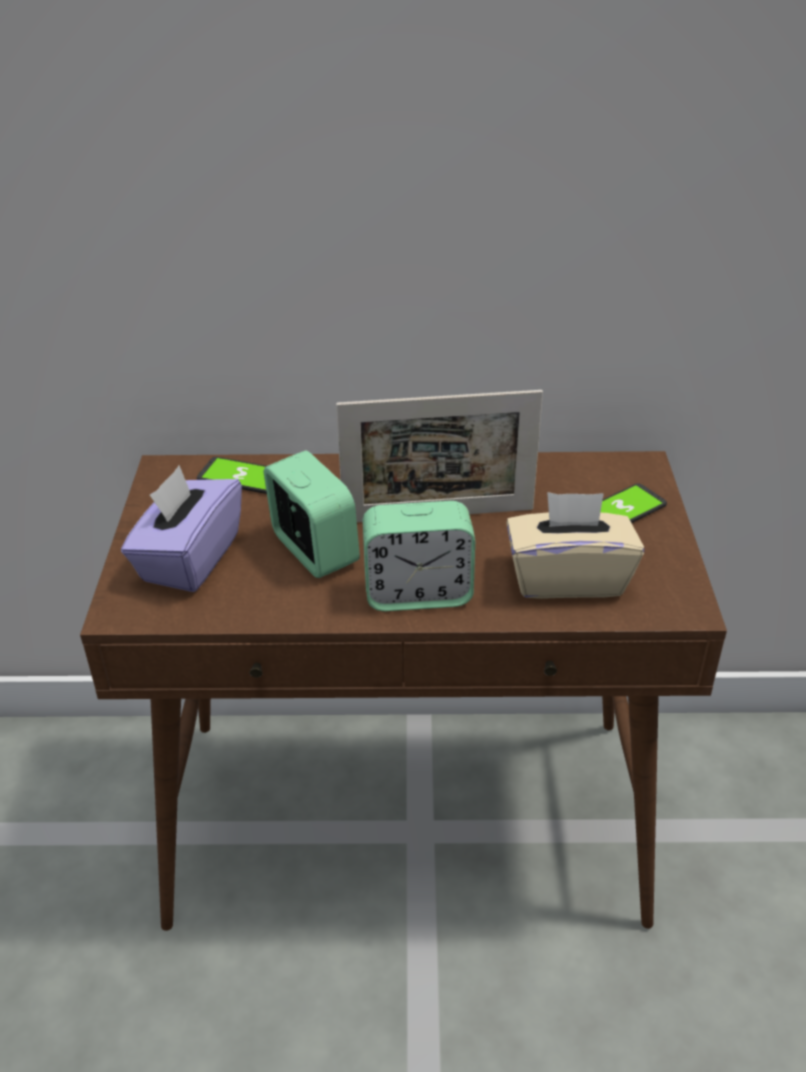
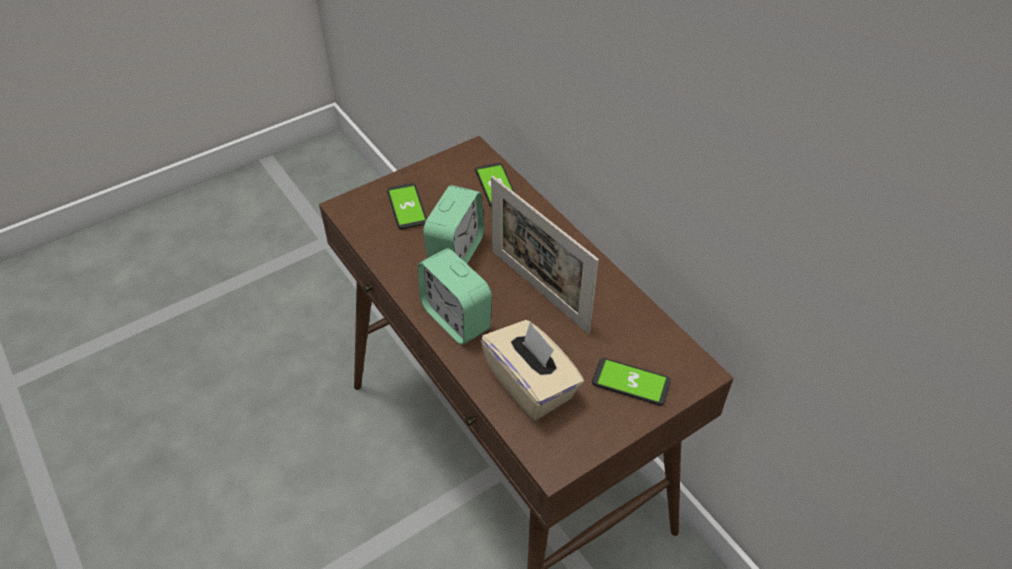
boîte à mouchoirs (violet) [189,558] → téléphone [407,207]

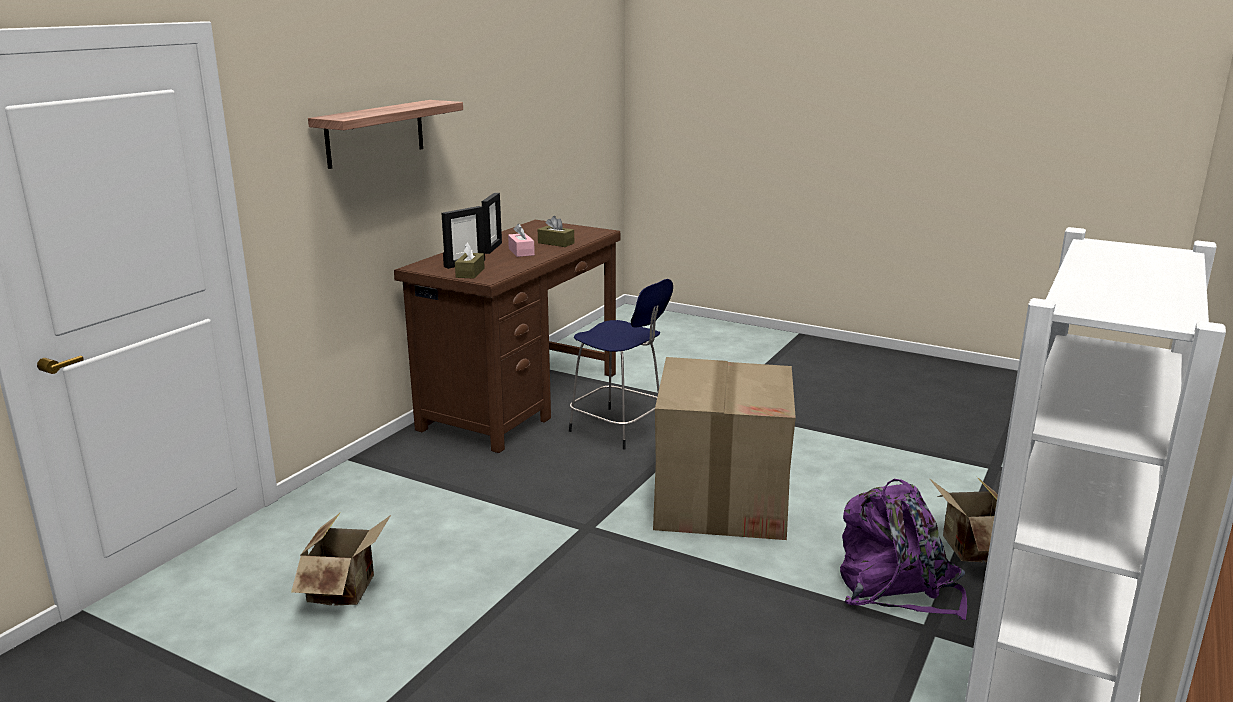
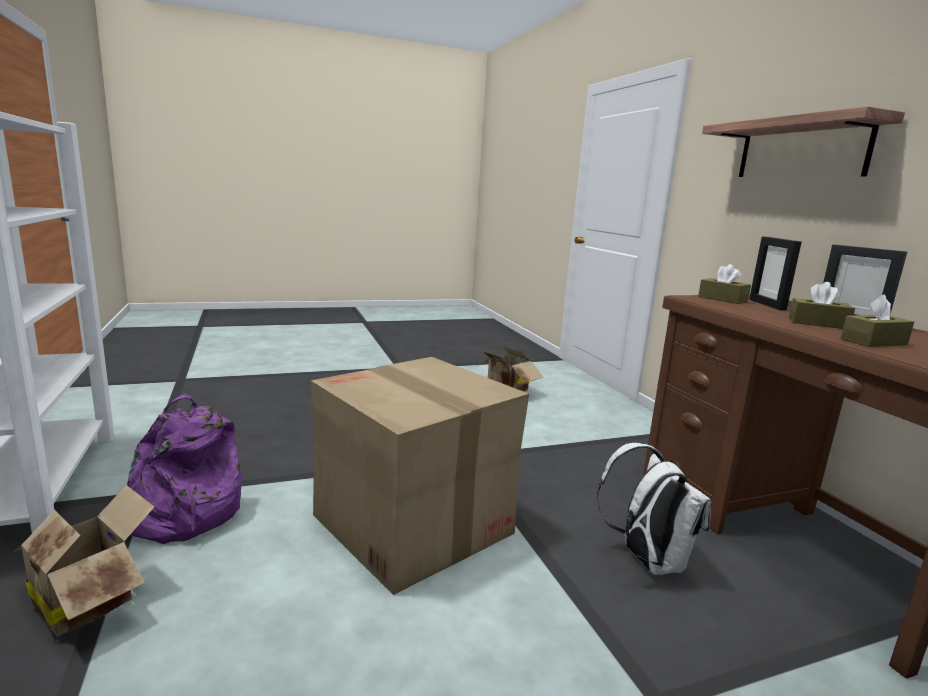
tabouret (bleu) [619,429] → sac à dos (blanc) [646,560]
boîte à mouchoirs (rose) [521,252] → boîte à mouchoirs (marron) [818,323]

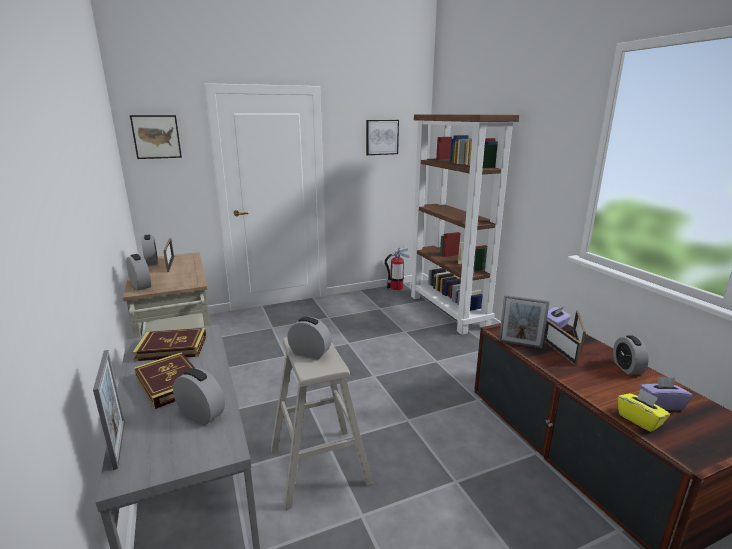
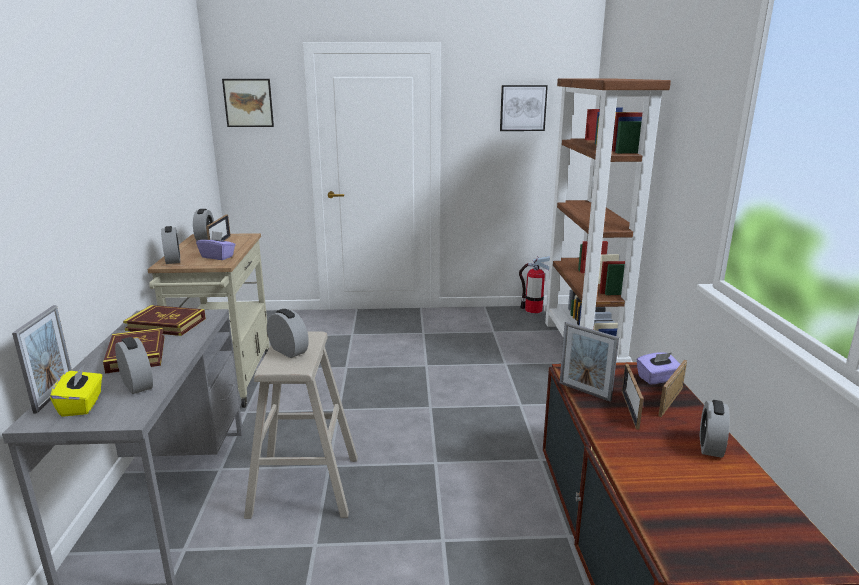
boîte à mouchoirs (jaune) [639,420] → boîte à mouchoirs (jaune) [82,405], relocated
boîte à mouchoirs (violet) [661,404] → boîte à mouchoirs (violet) [217,257], relocated

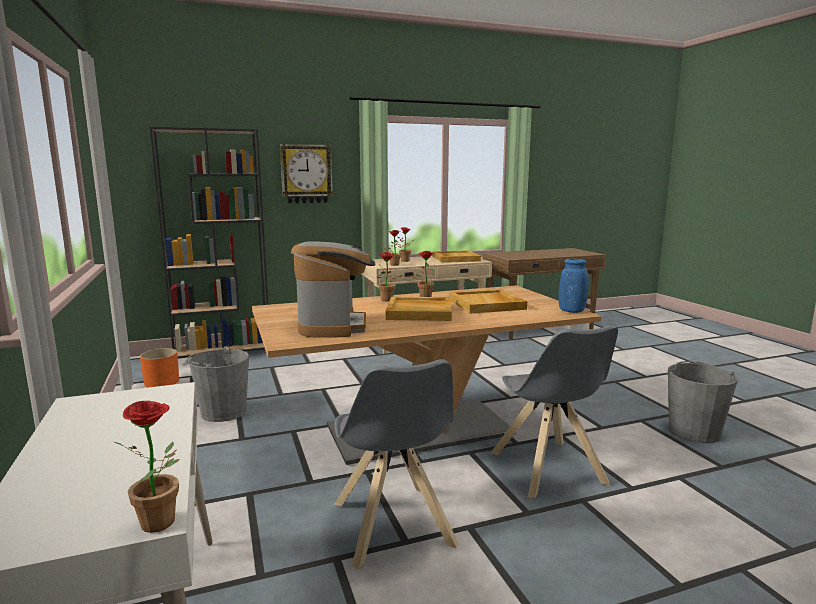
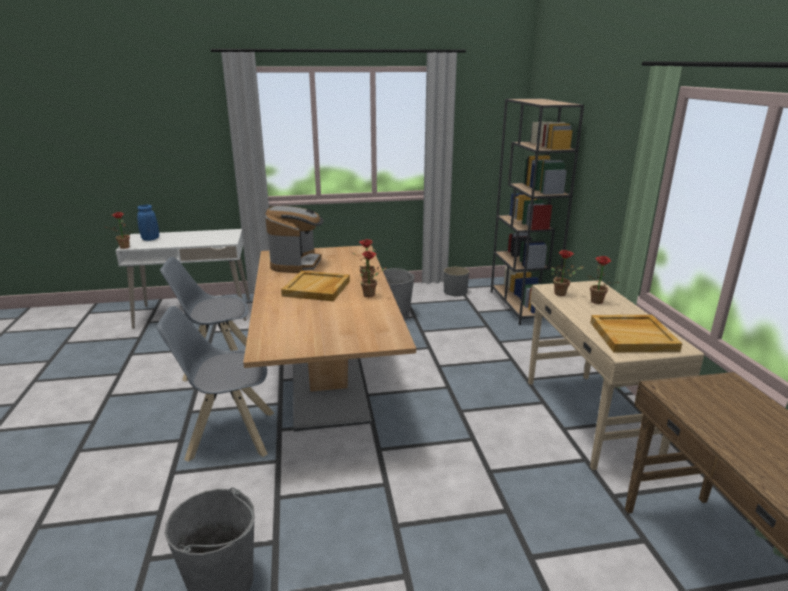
horloge murale [306,174] → -
plateau (beige) [487,304] → -
vase (bleu) [571,311] → vase (bleu) [150,239], relocated
cache-pot (orange) [162,382] → cache-pot (gris) [455,291]
machine à café [334,326] → machine à café [297,263], 90 degrees counterclockwise

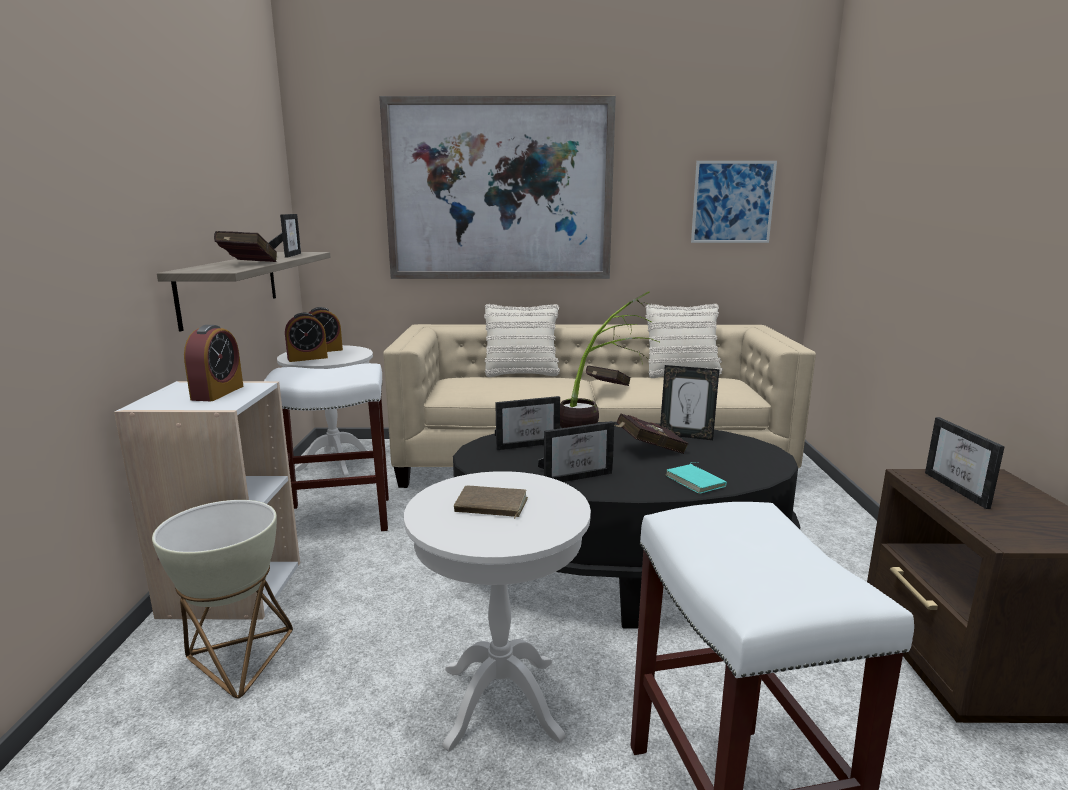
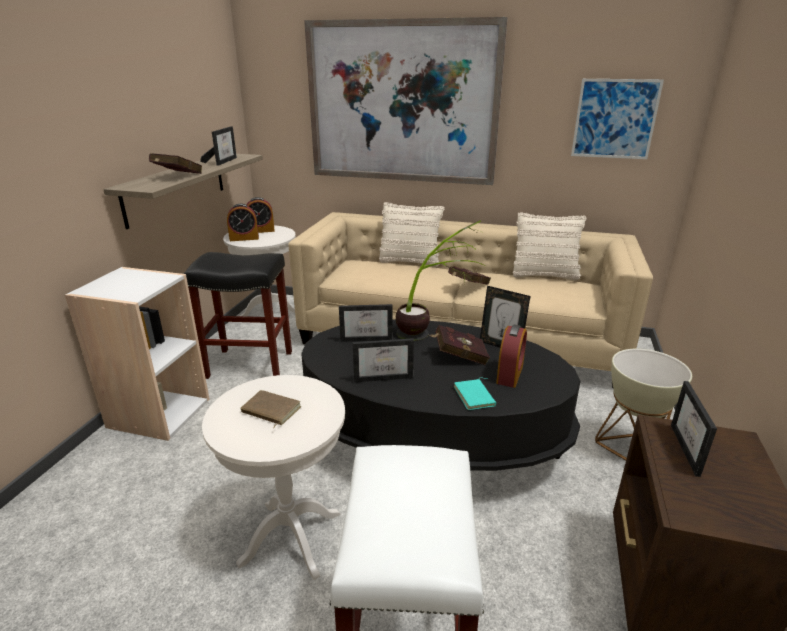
cache-pot [238,659] → cache-pot [630,449], relocated
réveil [217,393] → réveil [510,374], relocated
tabouret (blanc) [339,517] → tabouret (noir) [251,364]

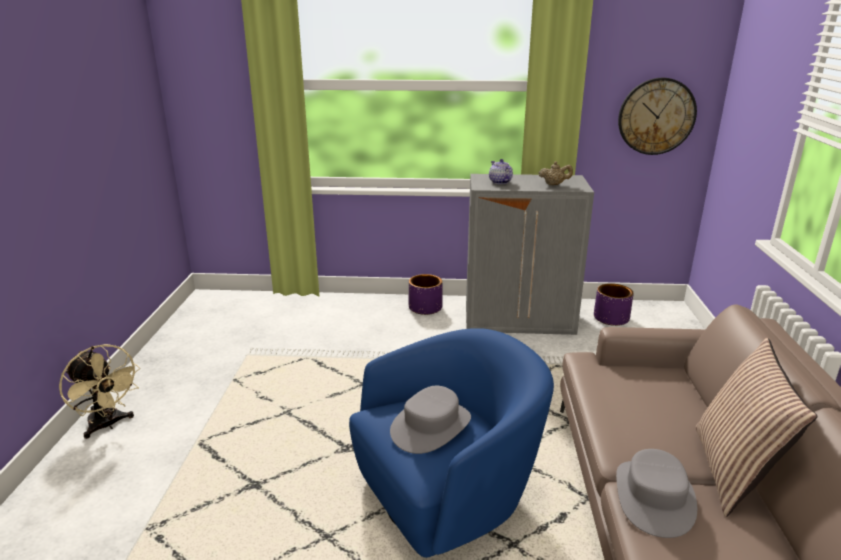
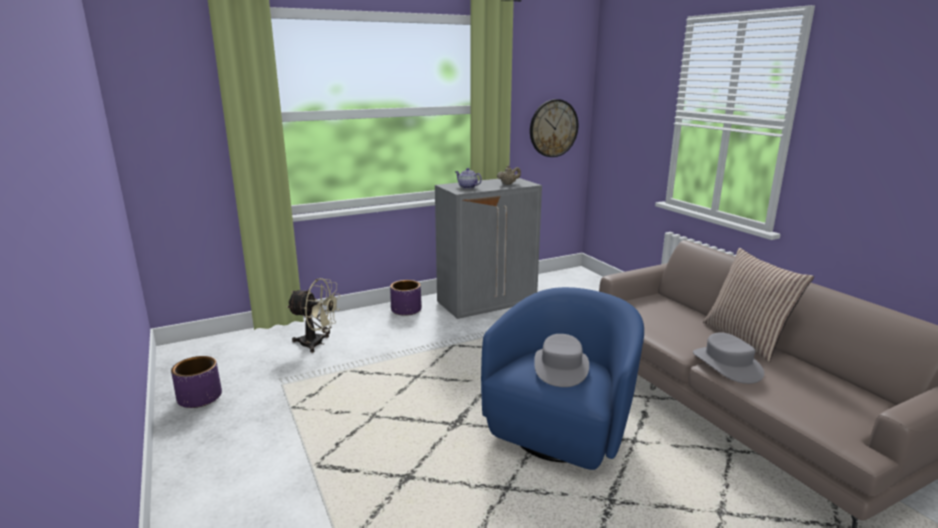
ventilateur (beige) [108,425] → ventilateur (beige) [317,343], relocated
cache-pot (violet) [611,318] → cache-pot (violet) [200,397], relocated

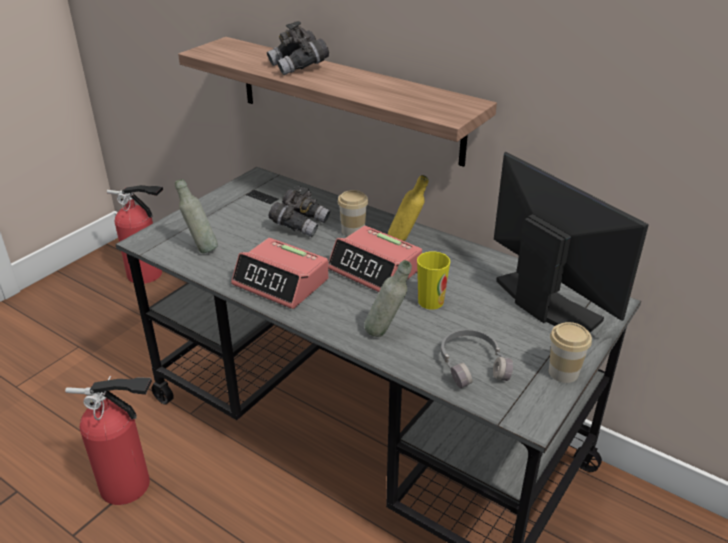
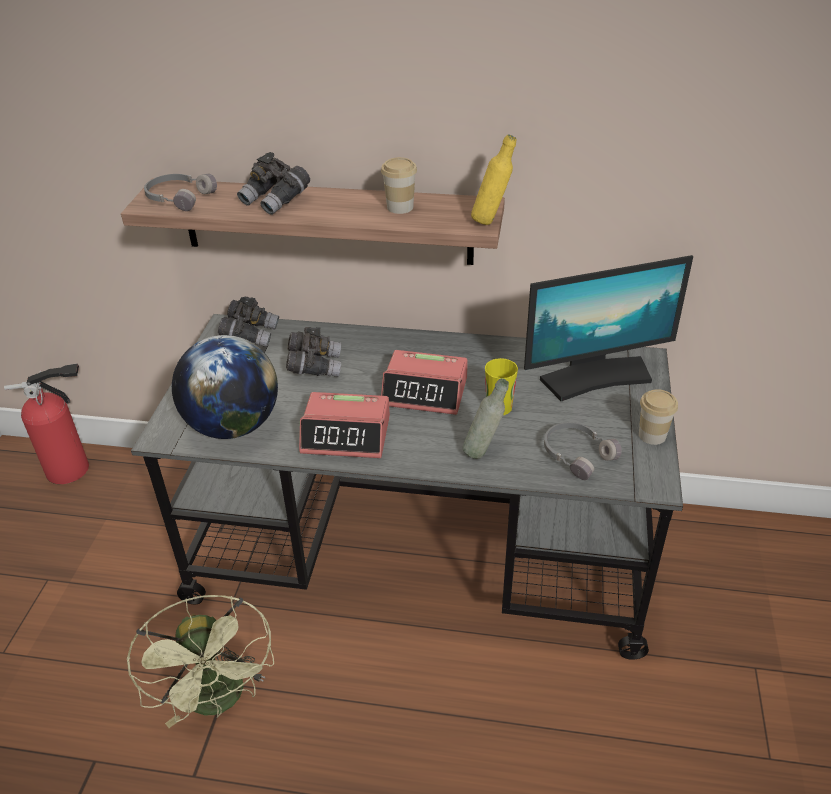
- → casque audio (gris) [179,198]
- → jumelles (gris) [250,335]
tasse [353,231] → tasse [400,207], relocated
bouteille (jaune) [406,241] → bouteille (jaune) [491,221], relocated
extincteur [130,485] → ventilateur (vert) [220,701]
bouteille (gris) [201,249] → globe [233,426]
écran d'ordinateur [545,304] → écran d'ordinateur [596,377], 135 degrees clockwise

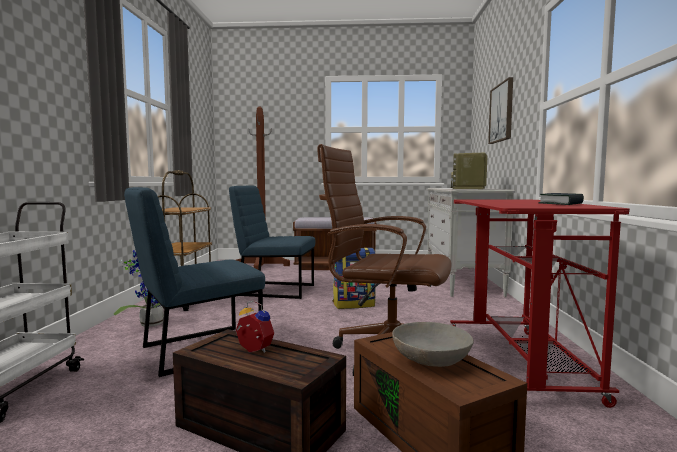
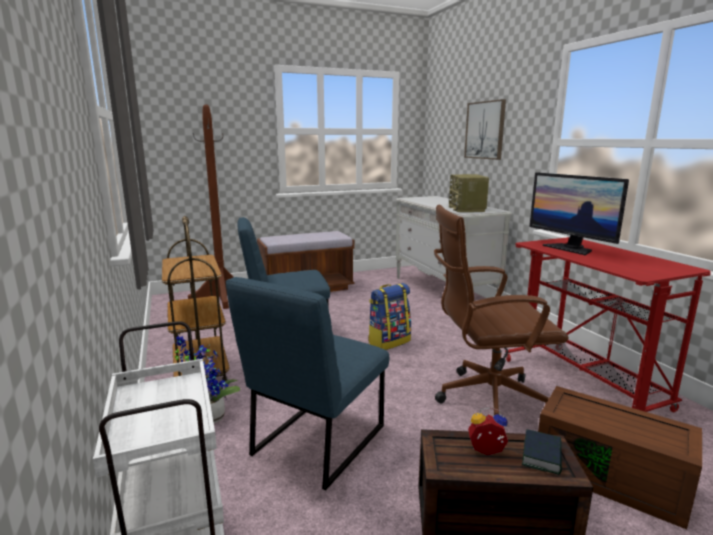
bol (gris) [431,359] → -
- → écran d'ordinateur [570,248]
livre [561,203] → livre [542,456], relocated

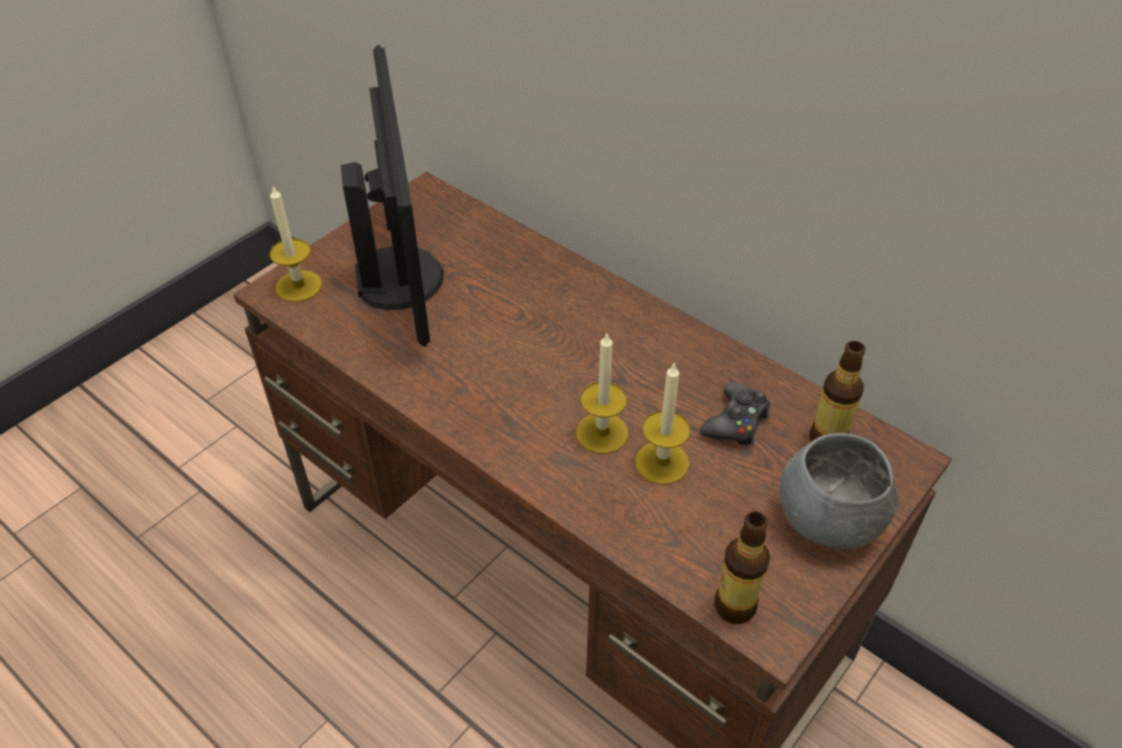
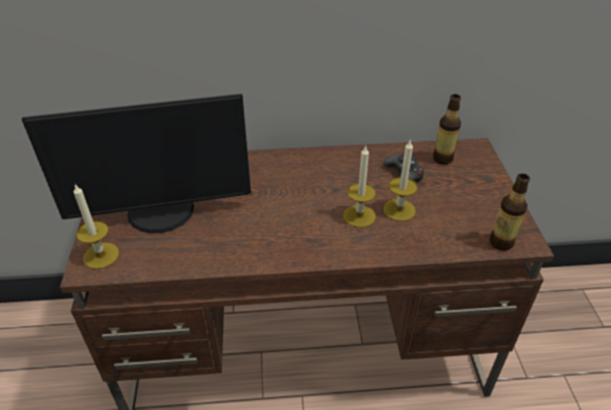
bol (gris) [829,520] → -
écran d'ordinateur [403,277] → écran d'ordinateur [161,213], 135 degrees clockwise

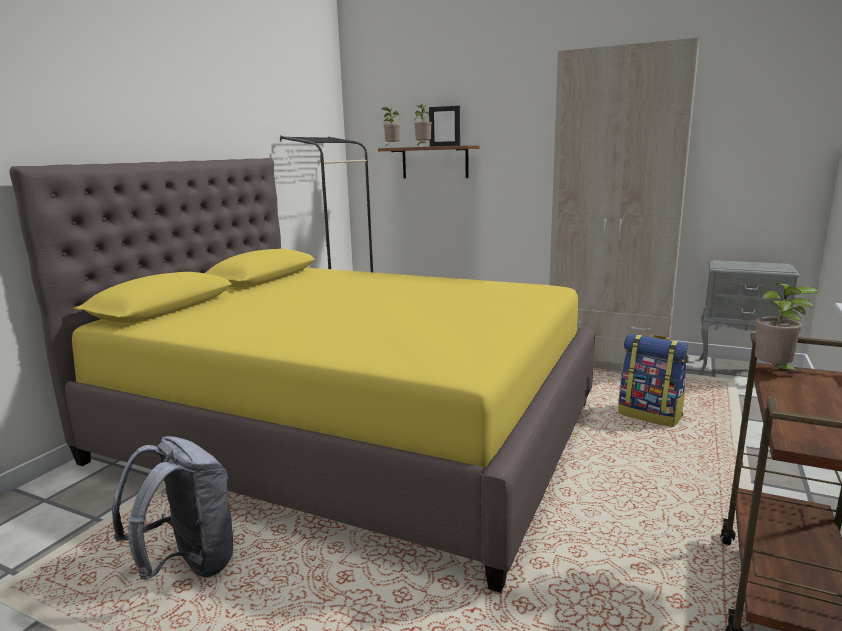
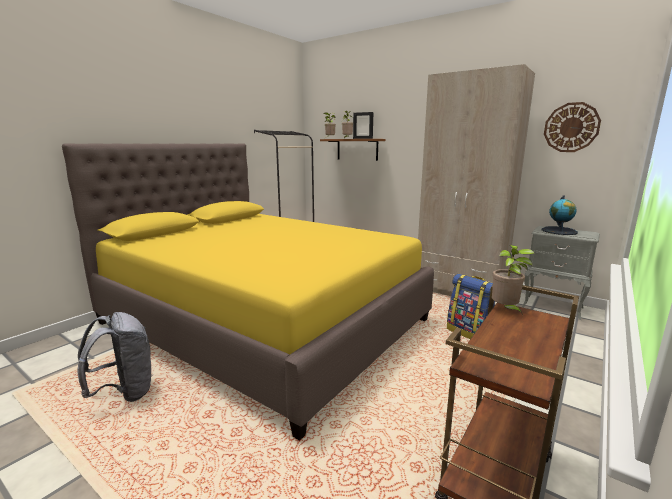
- → globe [559,231]
- → horloge murale [571,127]

